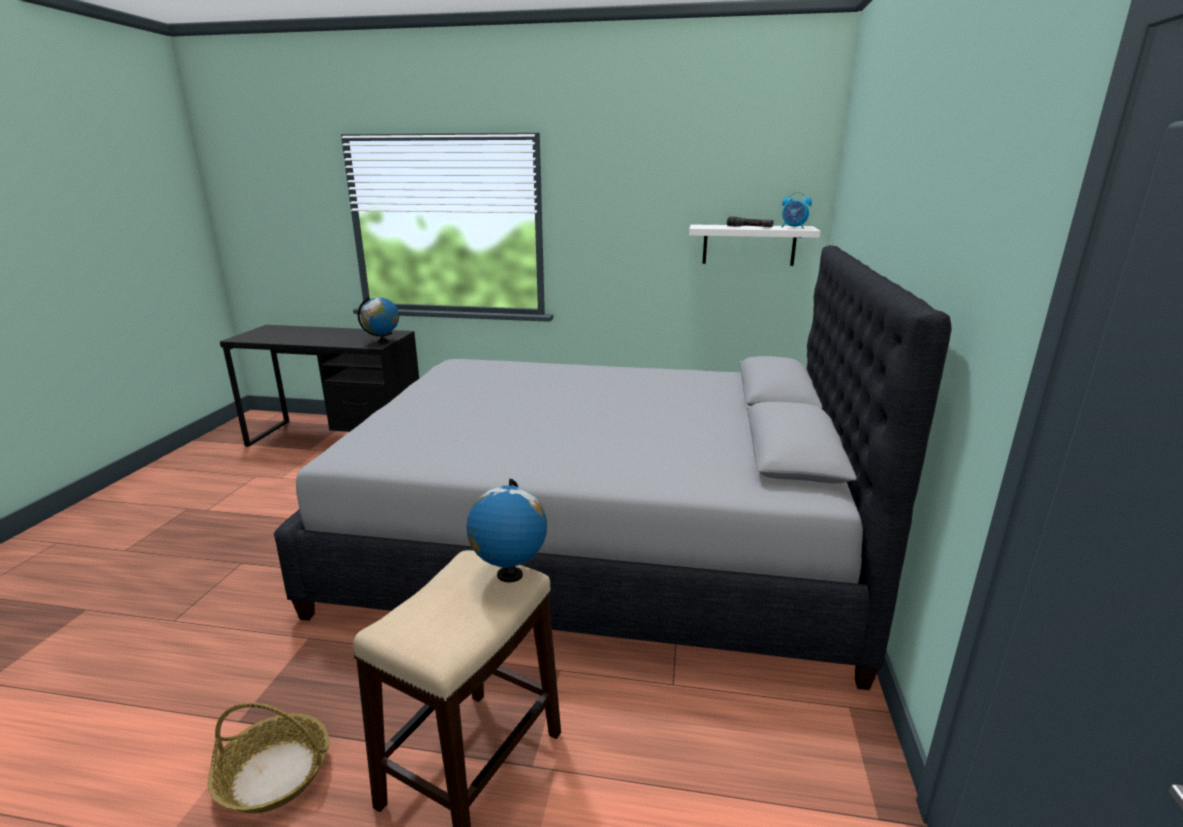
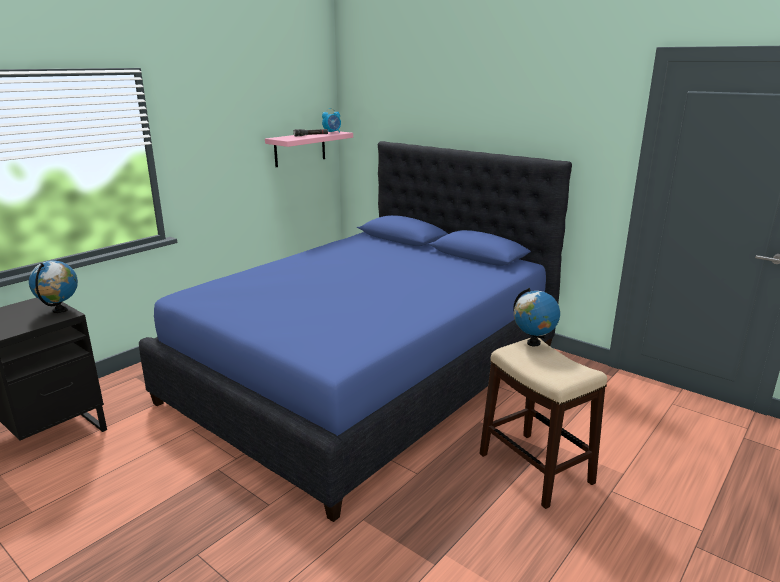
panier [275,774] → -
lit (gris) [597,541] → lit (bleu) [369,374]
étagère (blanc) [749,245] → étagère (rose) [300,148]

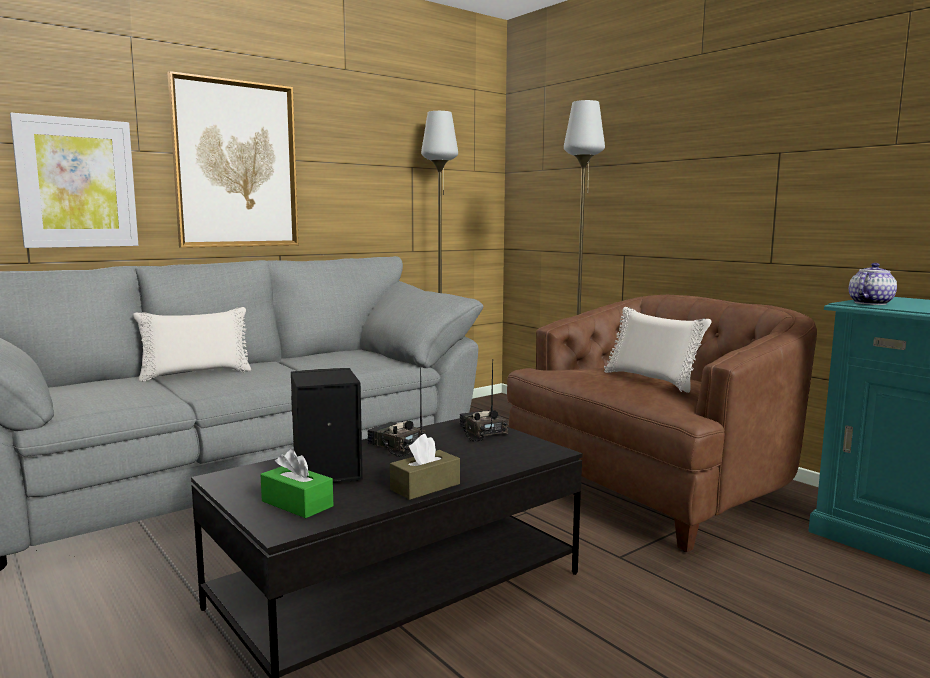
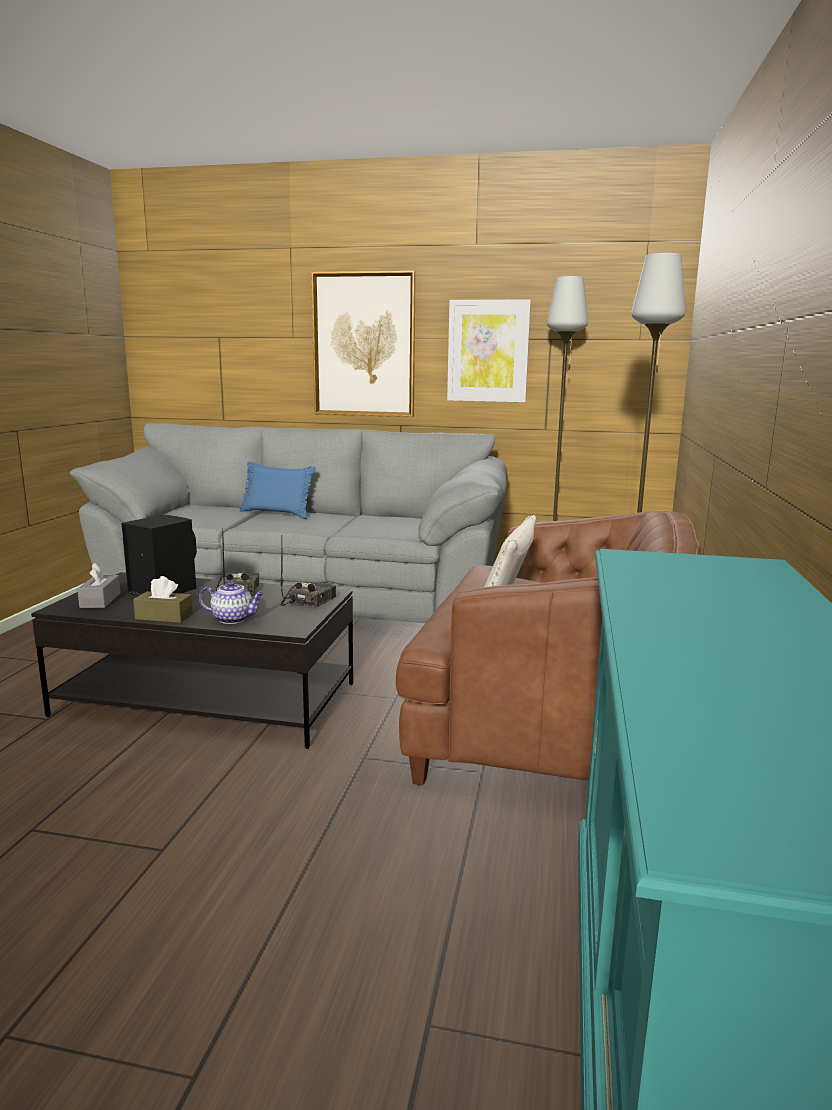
tableau [77,183] → tableau [488,351], relocated
théière [870,303] → théière [233,619], relocated
coussin (blanc) [196,374] → coussin (bleu) [277,514]
boîte à mouchoirs (vert) [297,504] → boîte à mouchoirs (gris) [100,600]

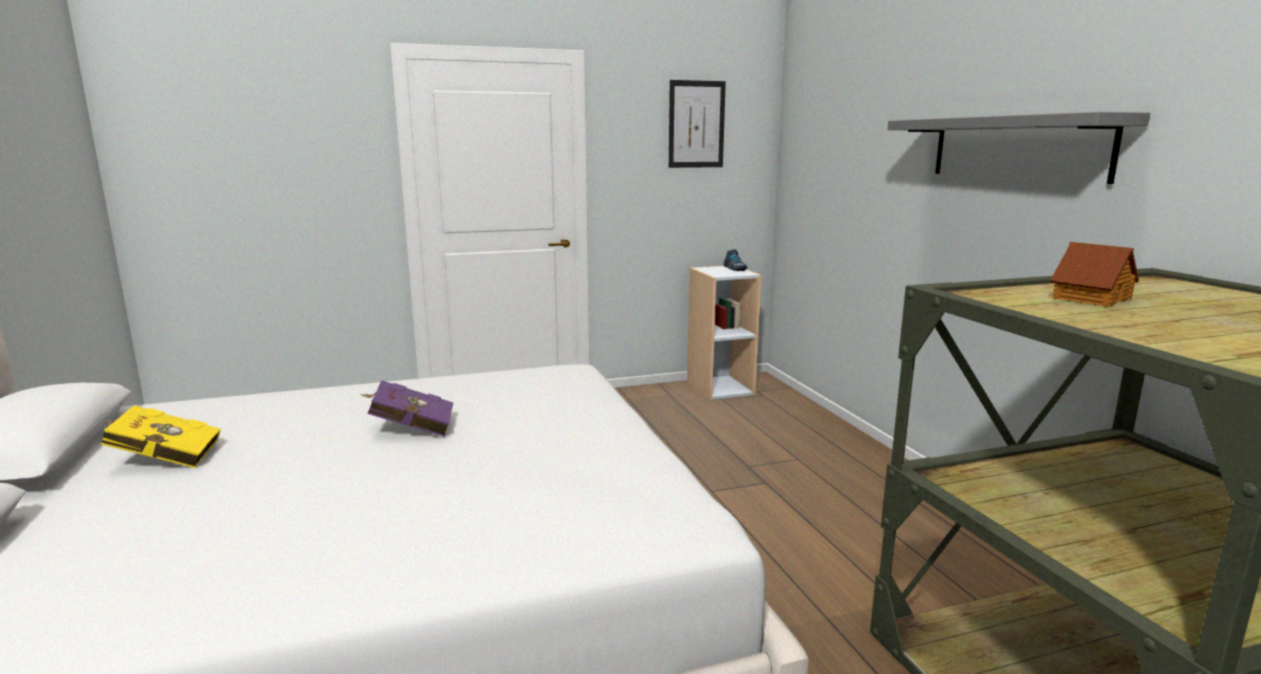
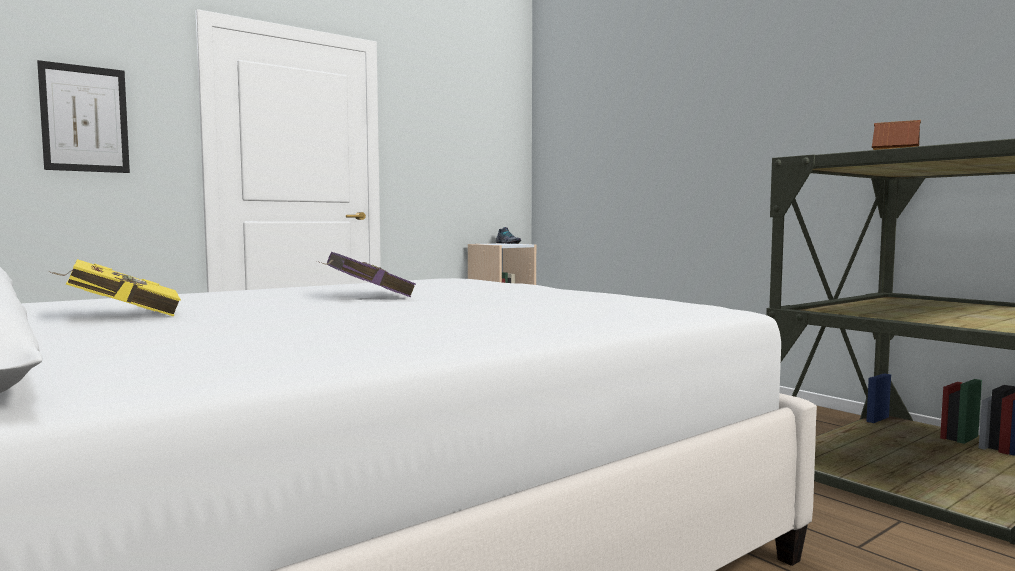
étagère (gris) [1016,148] → -
tableau [696,124] → tableau [85,119], relocated

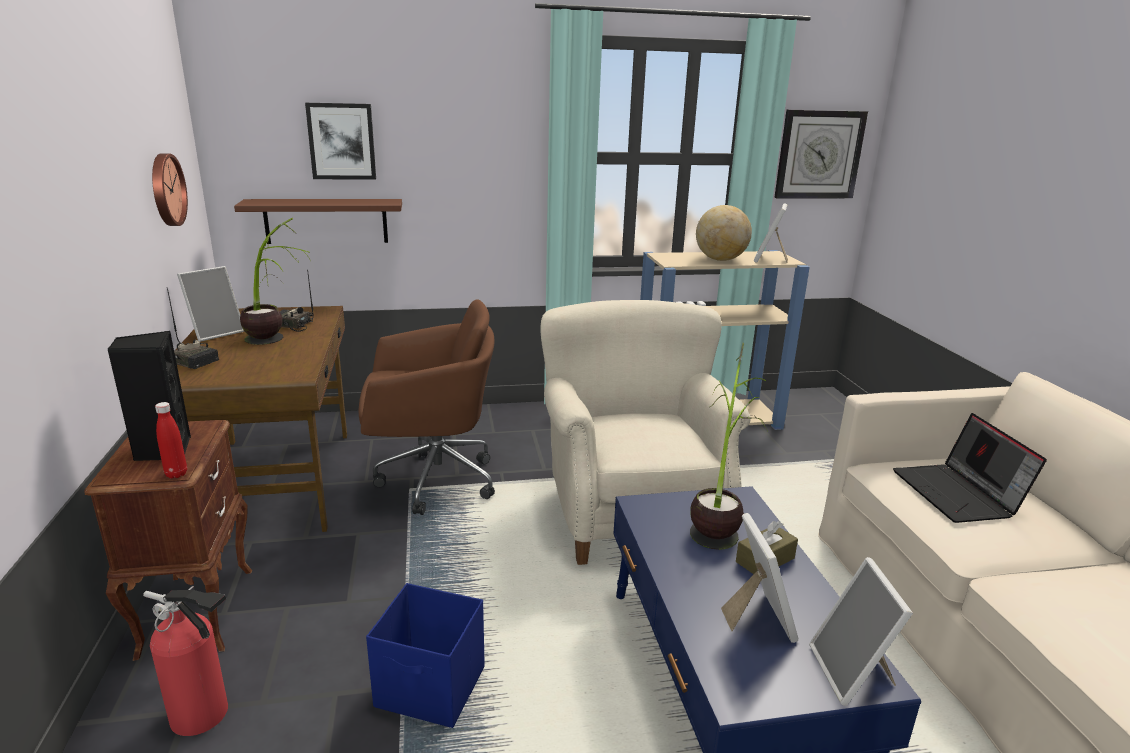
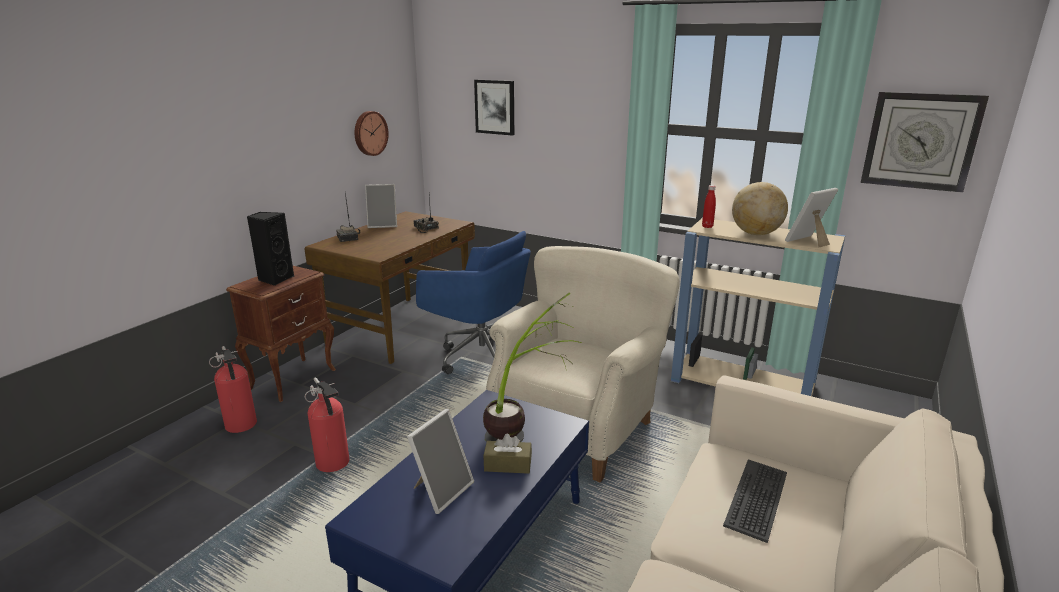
étagère (marron) [326,221] → -
plante en pot [276,343] → -
cadre photo [852,674] → -
bouteille (rouge) [176,474] → bouteille (rouge) [707,226], relocated
boîte de rangement (bleu) [432,688] → extincteur [333,464]
ordinateur portable [958,494] → clavier [757,499]
chaise de bureau (marron) [431,482] → chaise de bureau (bleu) [478,357]

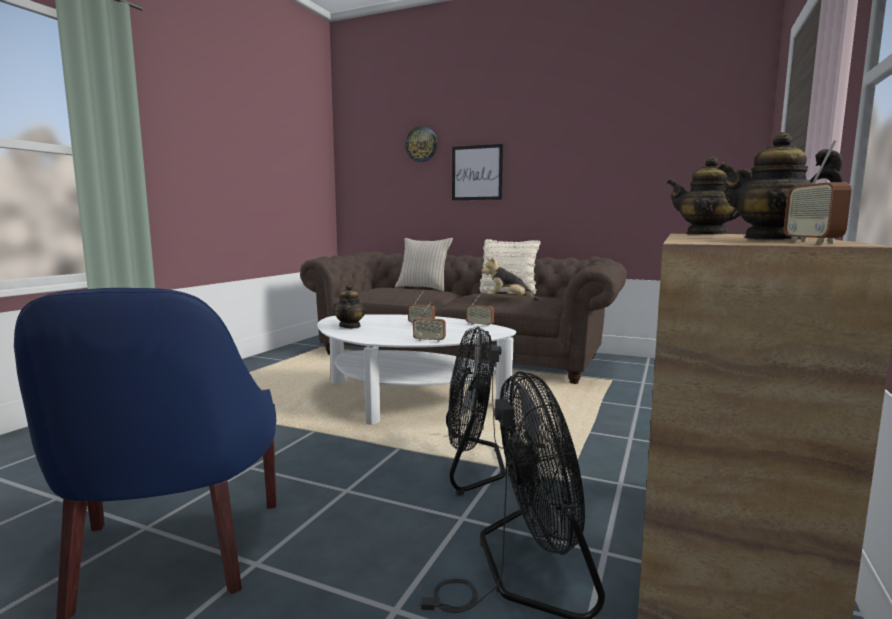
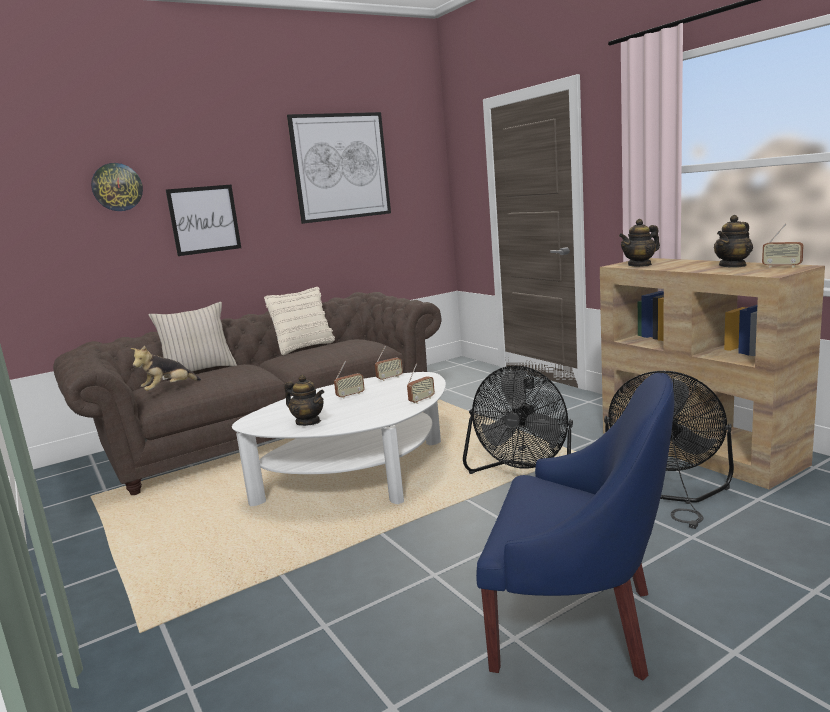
- → tableau [341,167]
peluche [508,300] → peluche [168,389], relocated

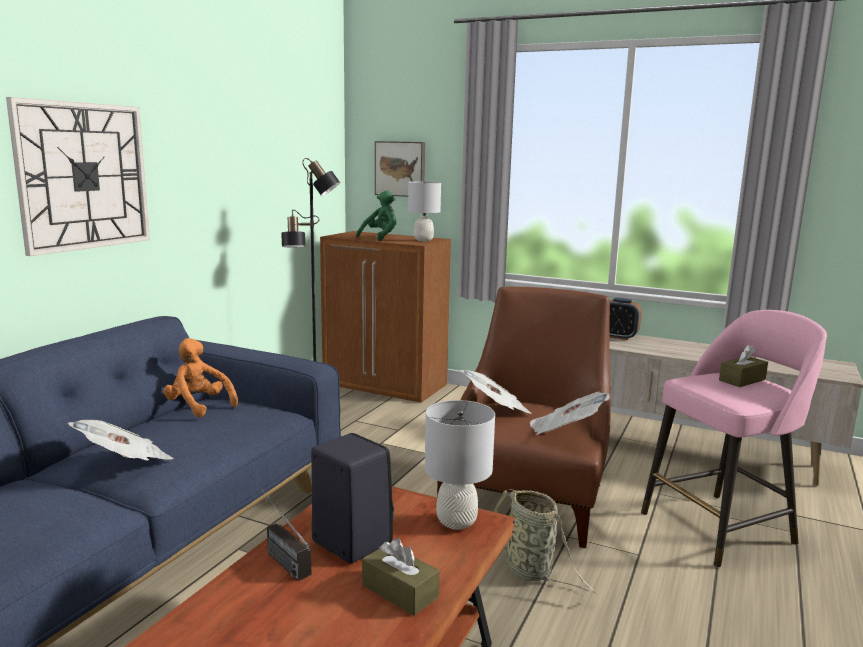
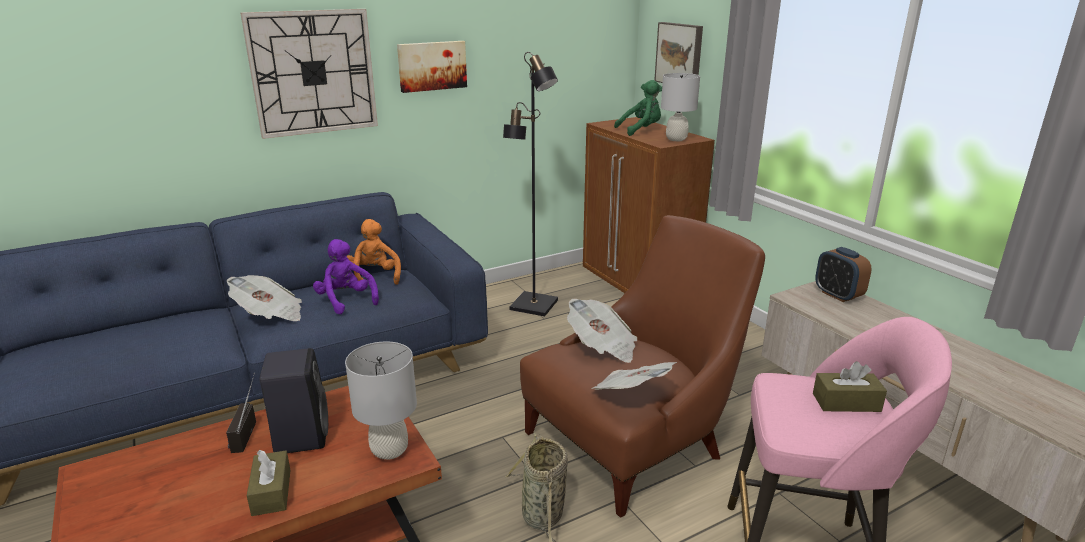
- → peluche (violet) [346,301]
- → tableau [432,66]

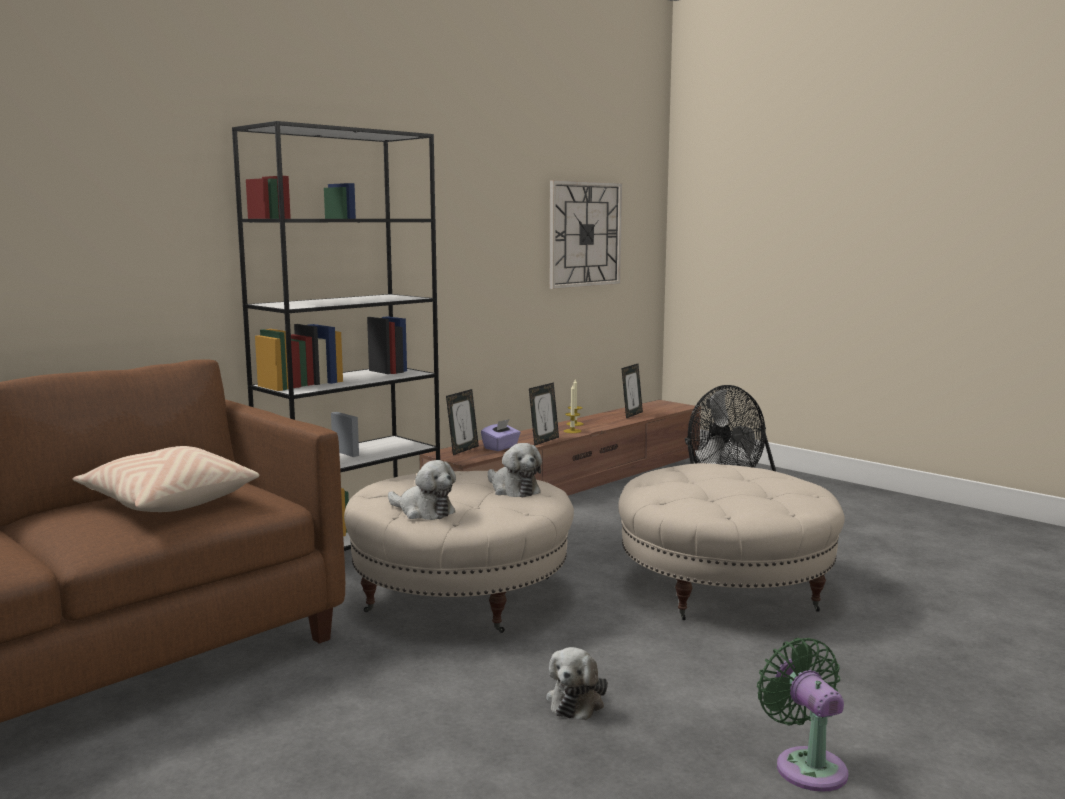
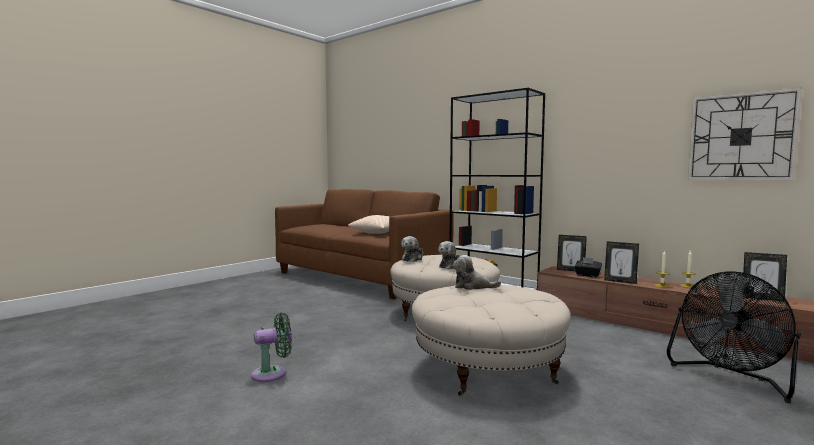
peluche [577,700] → peluche [472,286], relocated
boîte à mouchoirs (violet) [501,447] → boîte à mouchoirs (noir) [587,275]

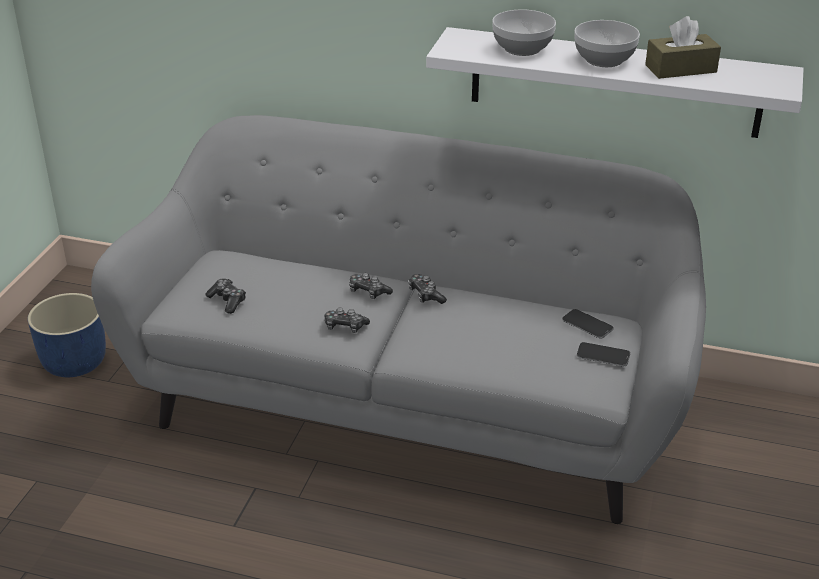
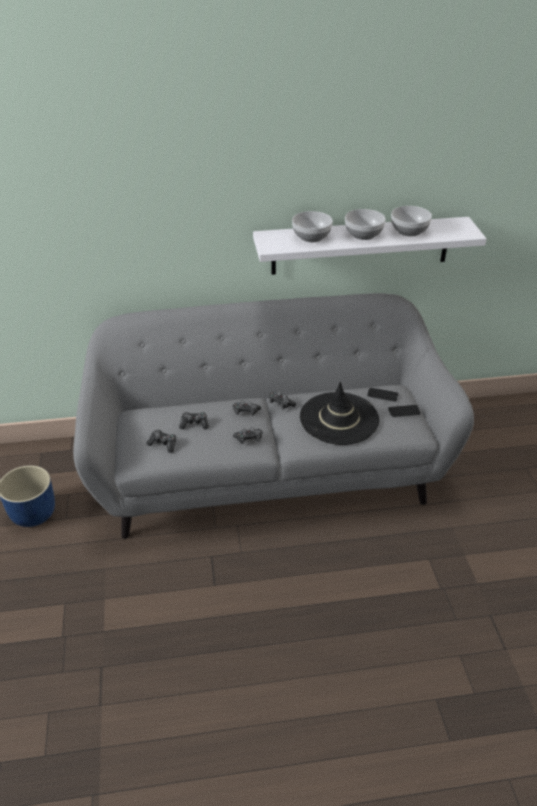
- → manette [194,424]
- → chapeau (noir) [339,418]
boîte à mouchoirs (marron) [680,69] → bol [409,231]

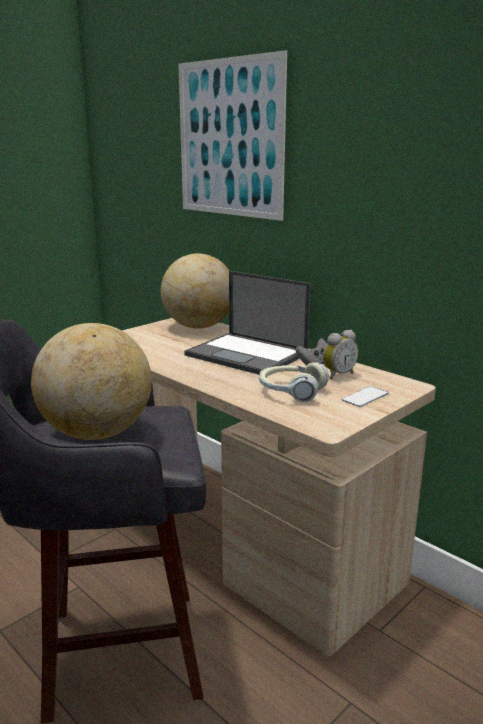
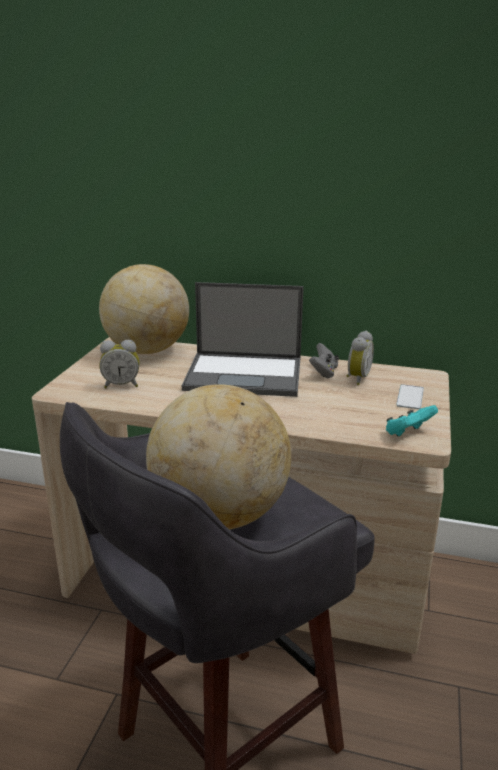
tableau [229,139] → -
casque audio [291,391] → -
- → réveil [121,385]
- → manette (turquoise) [408,433]

